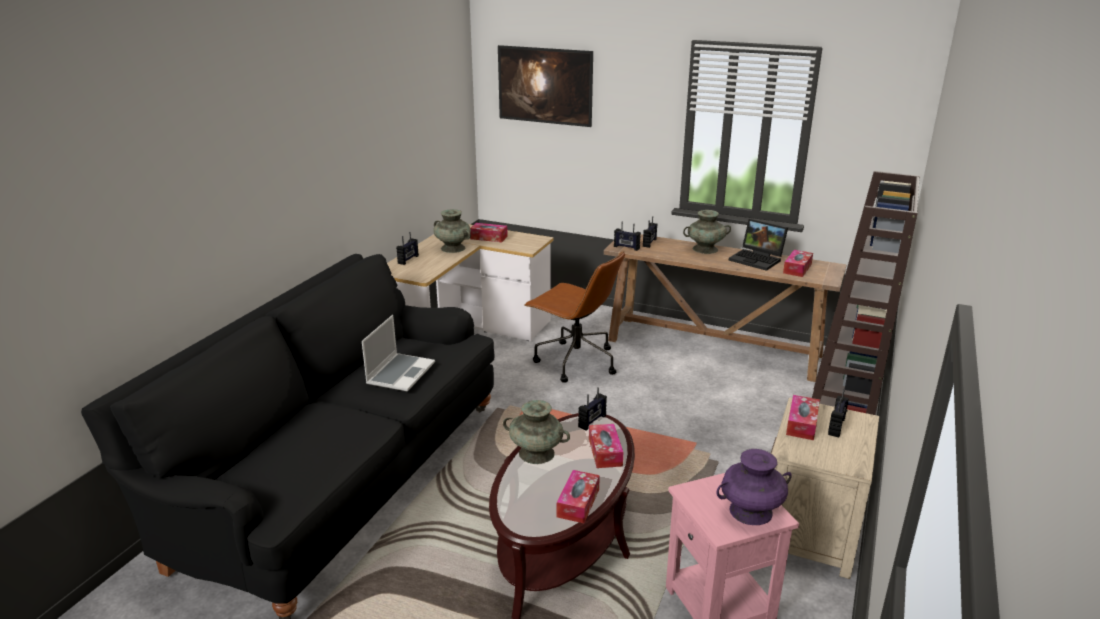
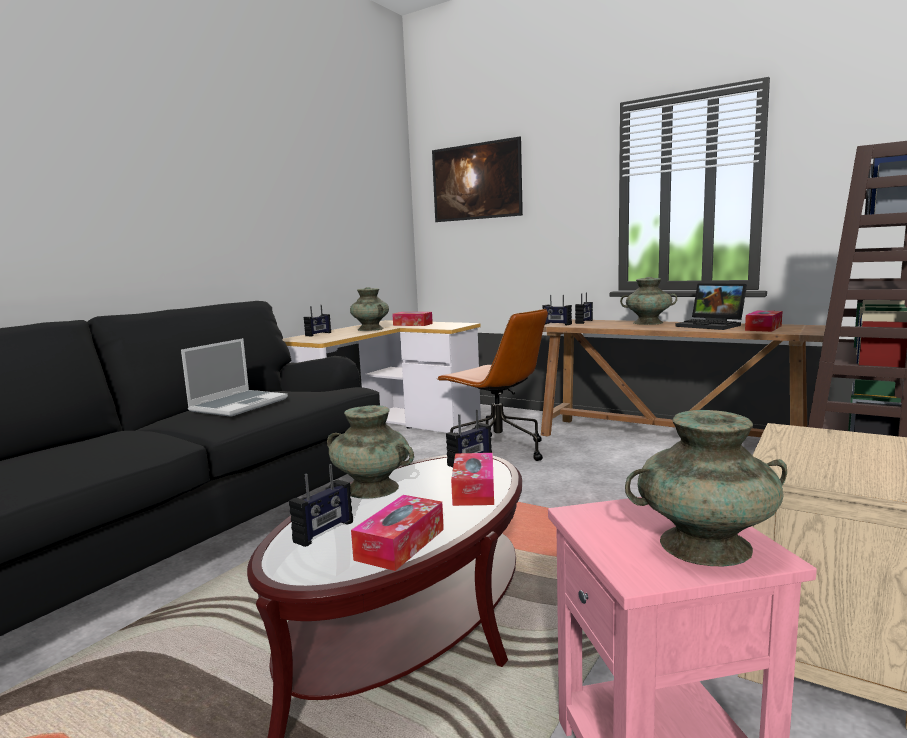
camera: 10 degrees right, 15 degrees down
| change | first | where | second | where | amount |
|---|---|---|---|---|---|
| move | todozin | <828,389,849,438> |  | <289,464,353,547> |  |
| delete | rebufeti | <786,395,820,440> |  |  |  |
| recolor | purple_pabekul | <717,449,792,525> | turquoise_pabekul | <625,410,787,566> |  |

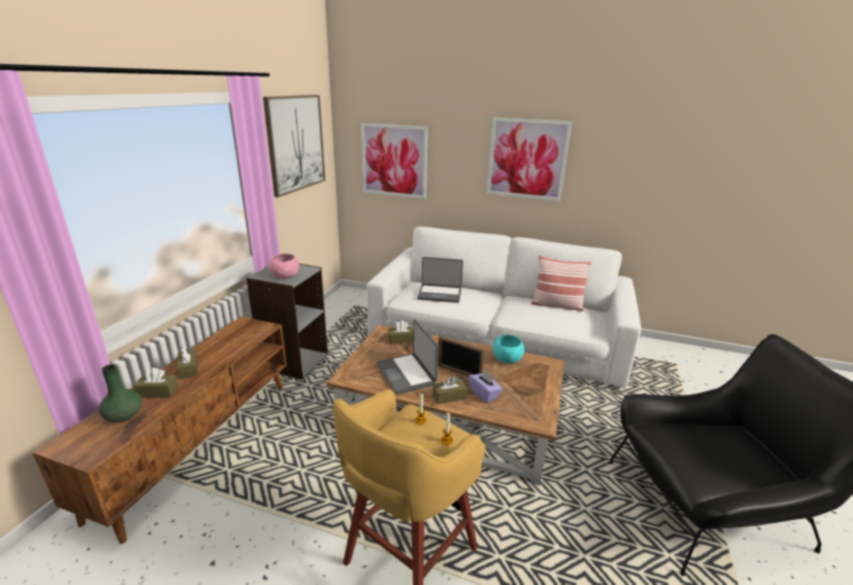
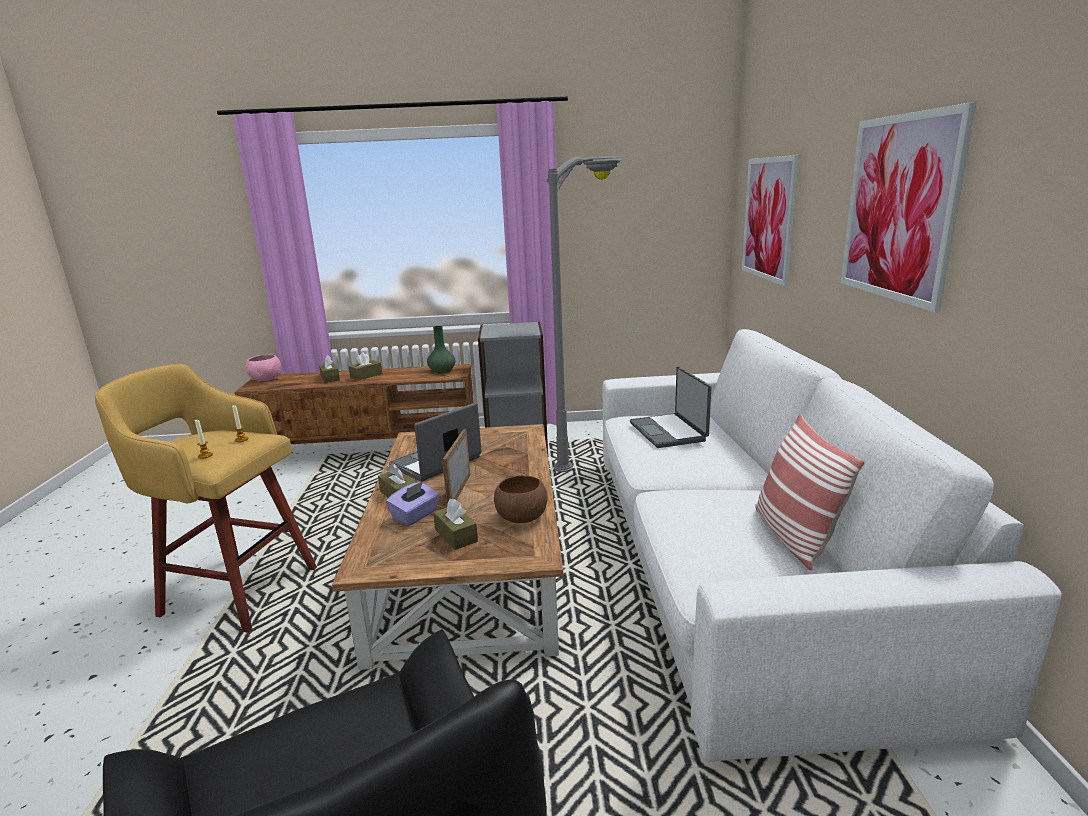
camera: 70 degrees right, 5 degrees down
| change | first | where | second | where | amount |
|---|---|---|---|---|---|
| delete | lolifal | <263,95,325,197> |  |  |  |
| move | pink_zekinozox | <268,254,299,279> |  | <245,355,281,381> |  |
| move | brown_rebufeti | <388,321,413,344> |  | <433,499,478,550> |  |
| recolor | turquoise_zekinozox | <493,335,524,363> | brown_zekinozox | <494,475,548,523> |  |
| move | green_pabekul | <99,364,142,422> |  | <427,326,456,373> |  |
| insert |  |  | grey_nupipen | <547,156,623,472> |  |

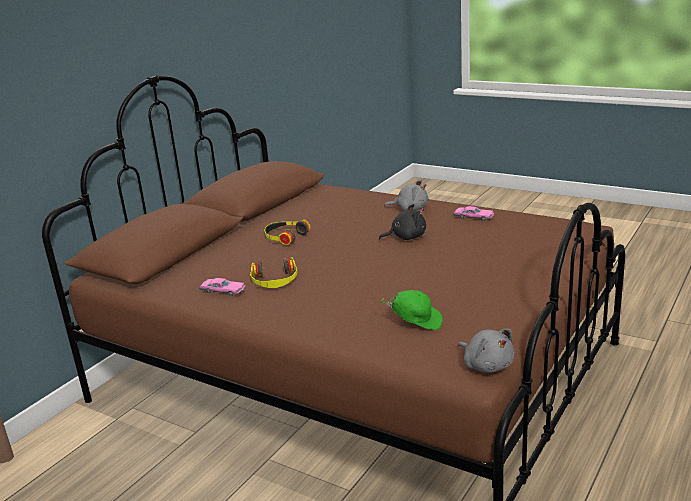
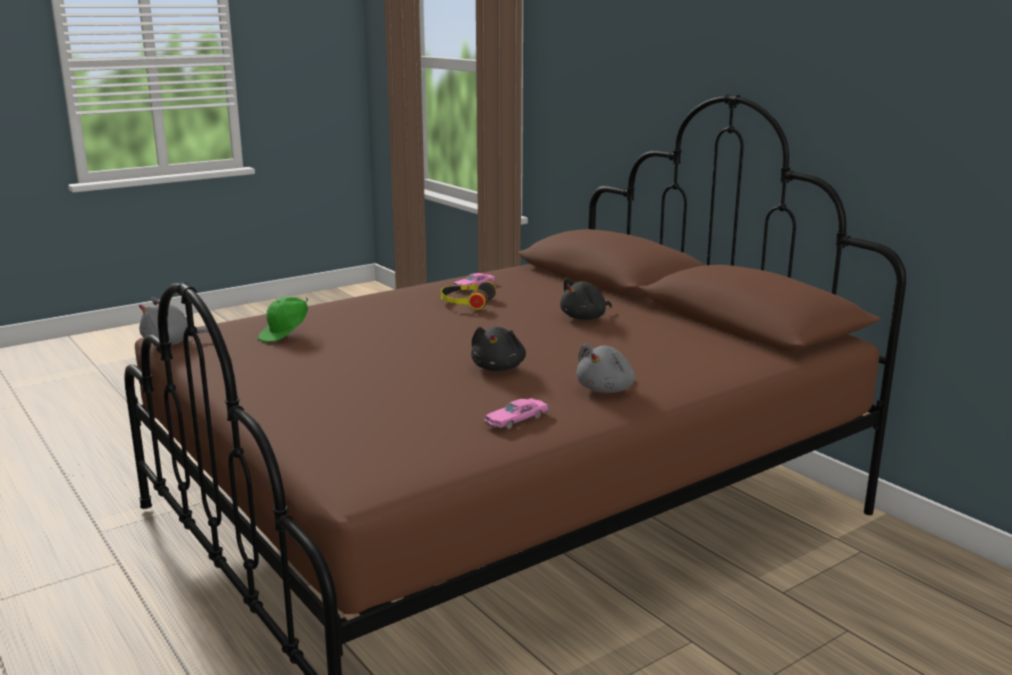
camera: 110 degrees right, 5 degrees down
| change | first | where | second | where | amount |
|---|---|---|---|---|---|
| replace | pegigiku | <264,220,310,245> | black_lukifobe | <560,278,612,320> |  |

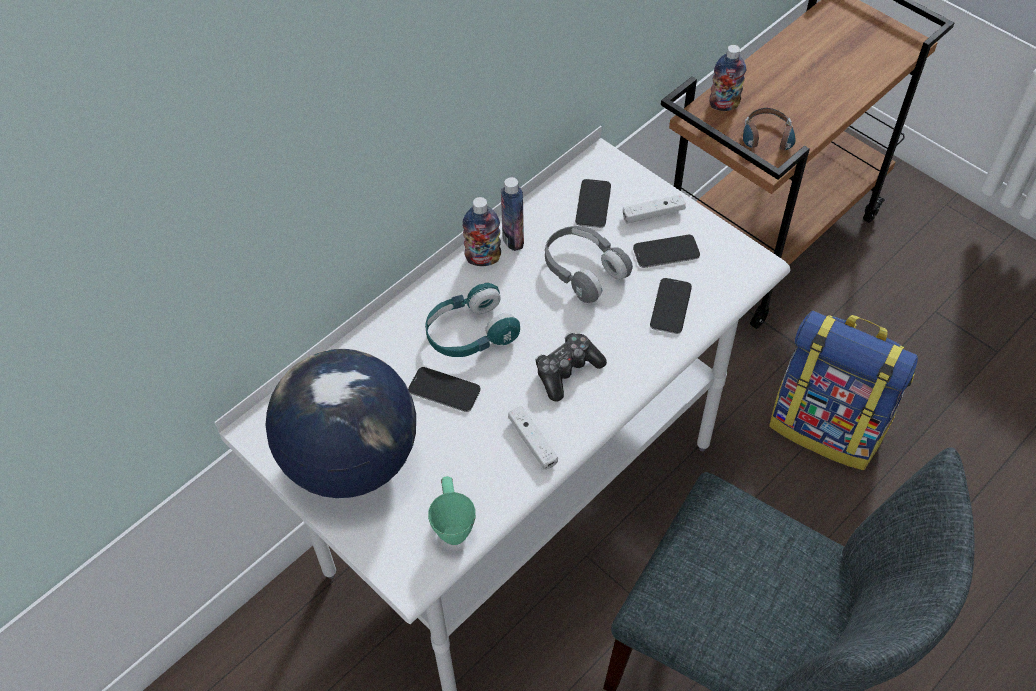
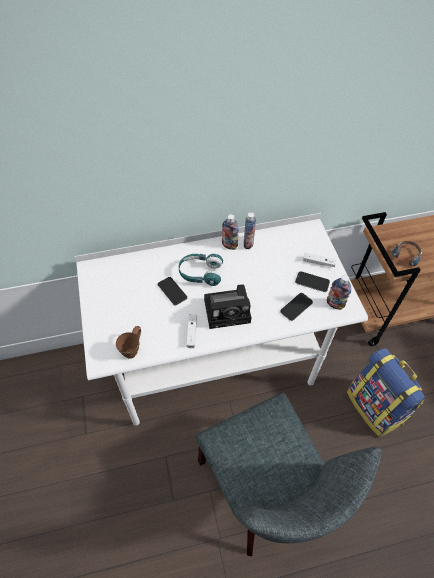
camera: 30 degrees right, 0 degrees up
| change | first | where | second | where | amount |
|---|---|---|---|---|---|
| move | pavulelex | <709,45,746,111> |  | <327,275,351,310> |  |
| delete | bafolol | <575,179,611,228> |  |  |  |
| delete | grey_pegigiku | <545,226,633,303> |  |  |  |
| replace | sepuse | <535,333,607,402> | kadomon | <204,284,251,329> |  |
| delete | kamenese | <266,349,416,498> |  |  |  |
| recolor | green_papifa | <428,476,476,545> | brown_papifa | <116,326,141,359> |  |

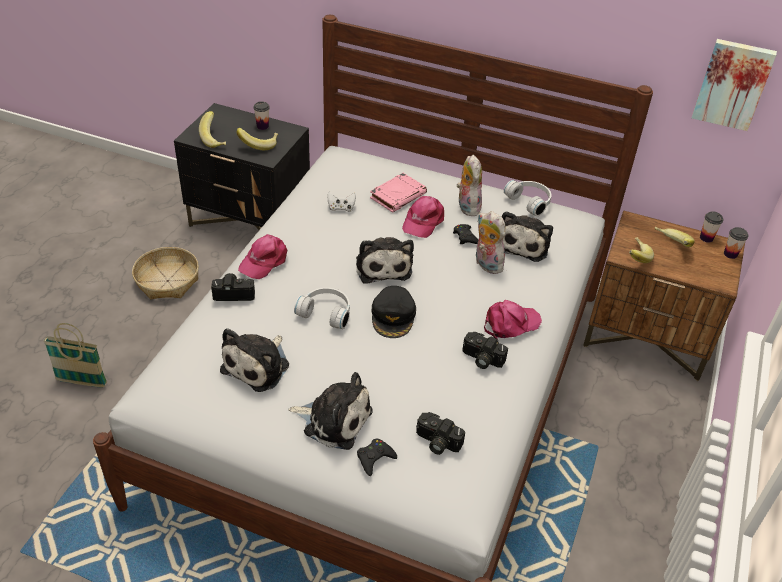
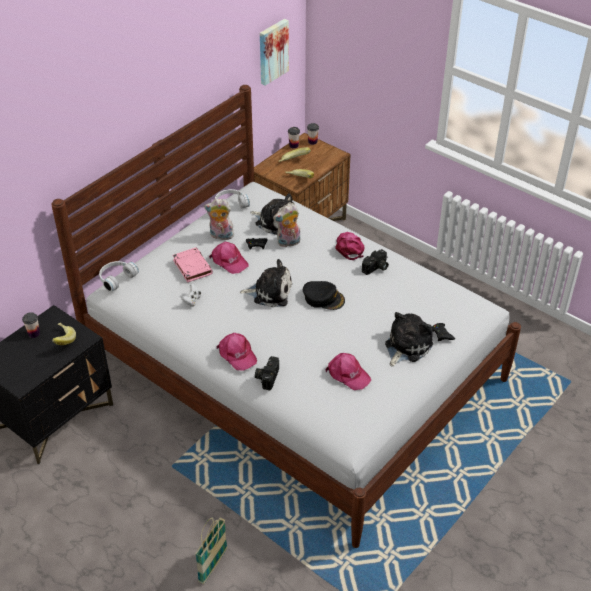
camera: 70 degrees left, 0 degrees up
| change | first | where | second | where | amount |
|---|---|---|---|---|---|
| delete | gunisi | <199,111,226,148> |  |  |  |
| delete | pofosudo | <132,247,199,299> |  |  |  |
| move | white_pegigiku | <294,287,350,329> |  | <99,261,139,292> |  |
| replace | lukifobe | <220,328,289,392> | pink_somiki | <325,353,371,390> |  |
| delete | kadomon | <416,412,465,455> |  |  |  |

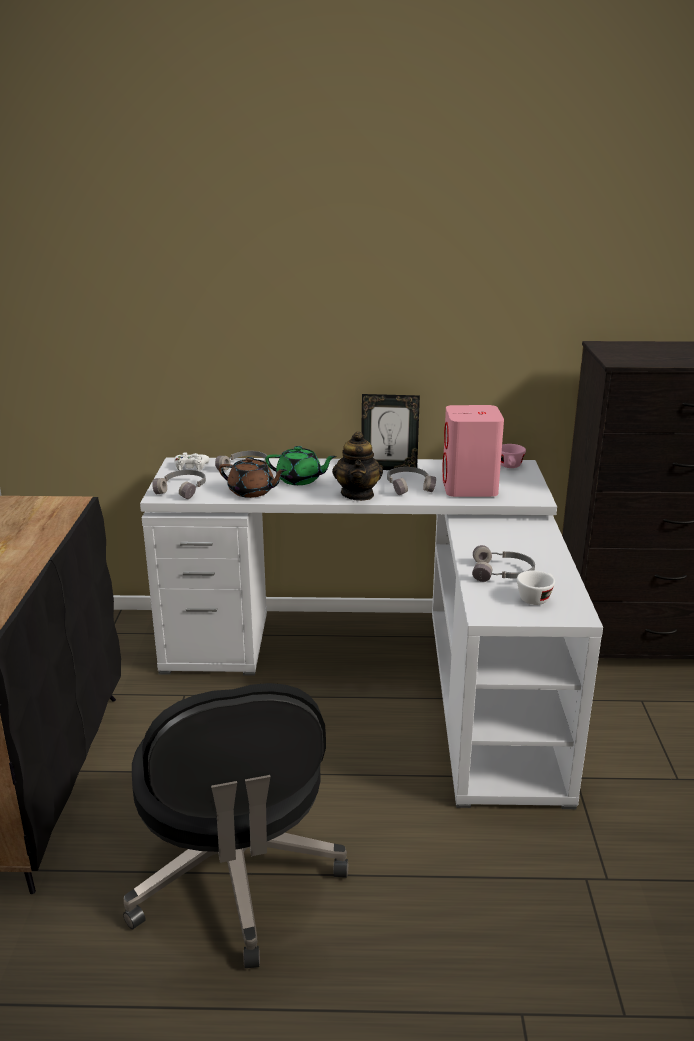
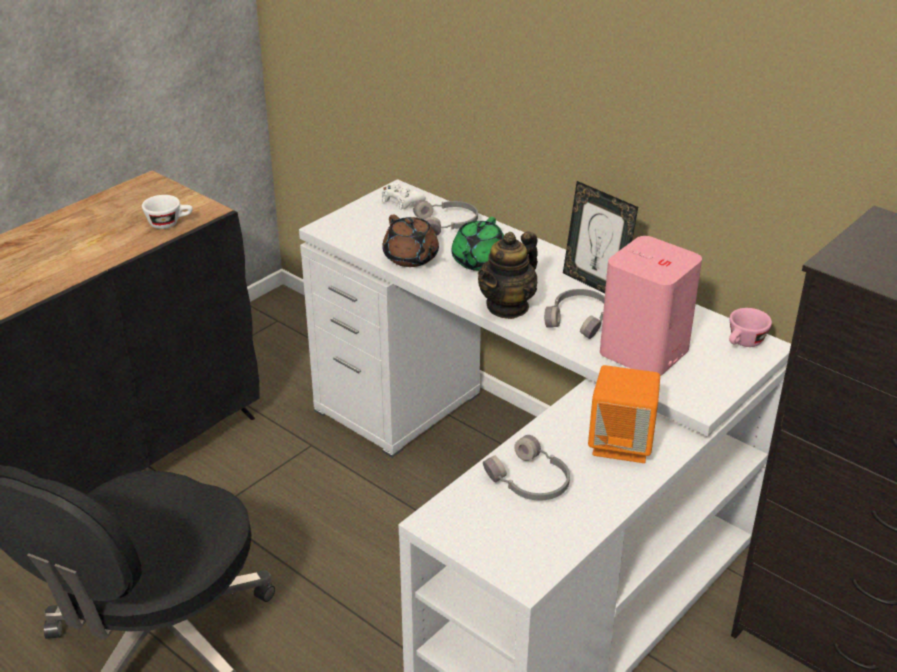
camera: 40 degrees right, 10 degrees up
| change | first | where | second | where | amount |
|---|---|---|---|---|---|
| rotate | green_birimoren | <265,446,337,485> |  | <451,217,504,271> | 60 degrees clockwise |
| delete | grey_pegigiku | <152,470,206,499> |  |  |  |
| move | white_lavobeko | <517,570,555,605> |  | <142,195,193,229> |  |
| insert |  |  | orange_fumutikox | <588,365,660,463> |  |

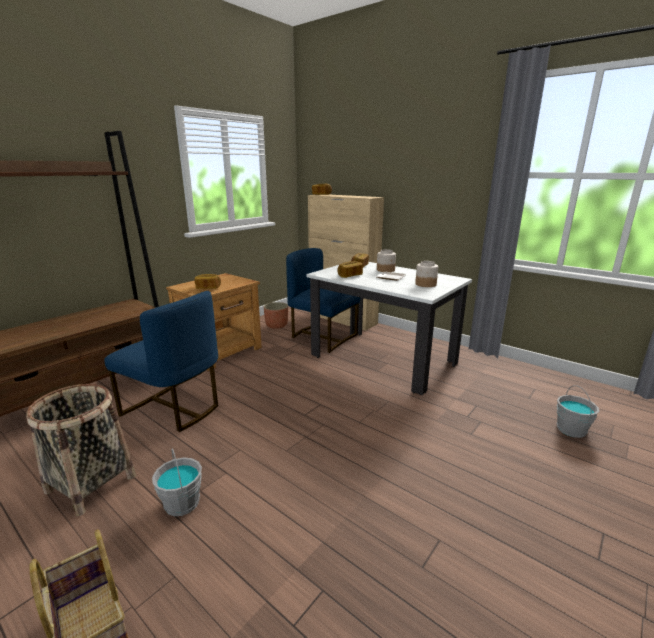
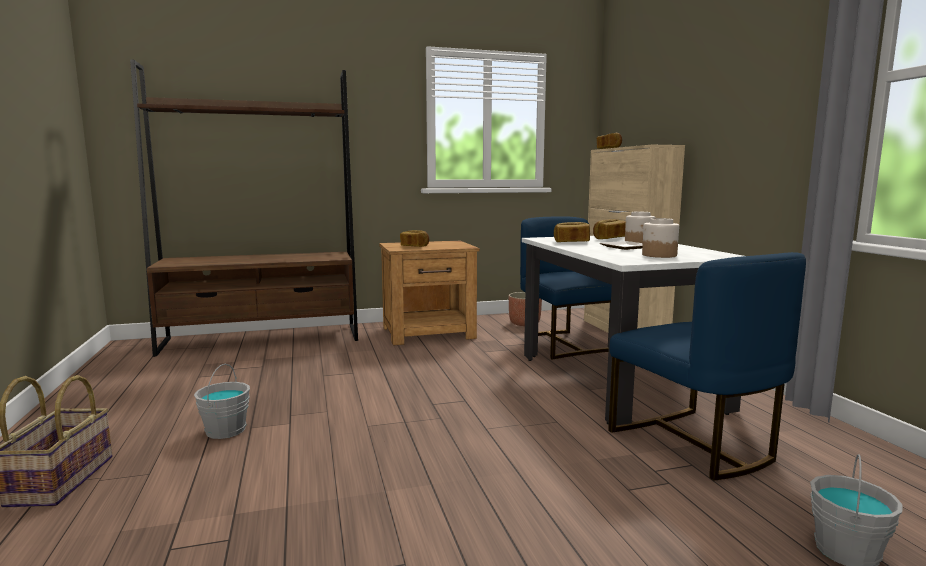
camera: 35 degrees right, 10 degrees down
| change | first | where | second | where | amount |
|---|---|---|---|---|---|
| move | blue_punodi | <104,291,218,432> |  | <608,252,806,480> |  |
| delete | pofosudo | <26,384,136,516> |  |  |  |

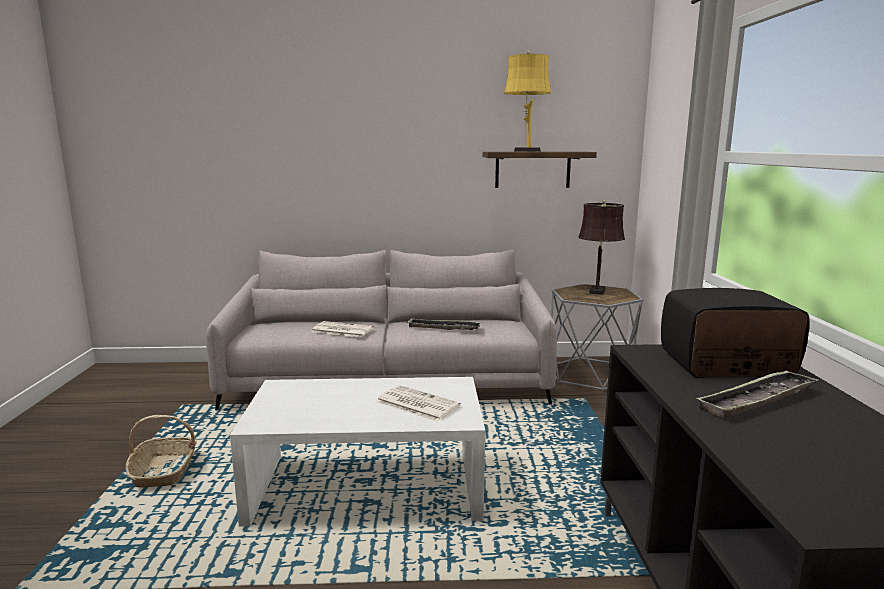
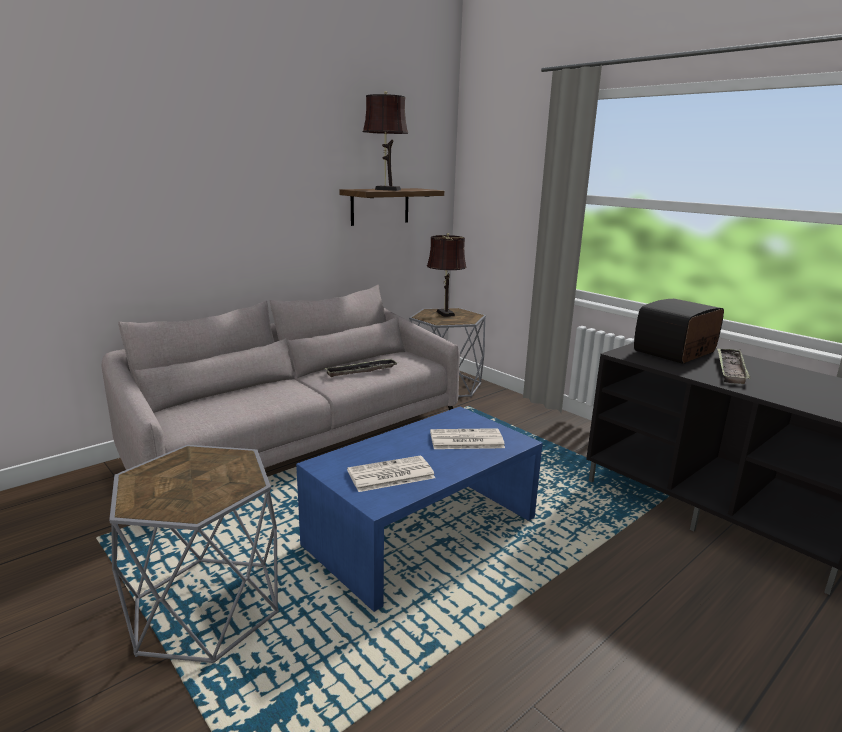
camera: 40 degrees left, 5 degrees up
| change | first | where | second | where | amount |
|---|---|---|---|---|---|
| recolor | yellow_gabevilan | <504,51,551,152> | brown_gabevilan | <363,91,408,191> |  |
| move | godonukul | <311,321,374,337> |  | <347,455,435,492> |  |
| recolor | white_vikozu | <230,377,485,526> | blue_vikozu | <296,407,543,612> |  |
| replace | pofosudo | <126,415,197,487> | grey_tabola | <109,445,279,663> |  |

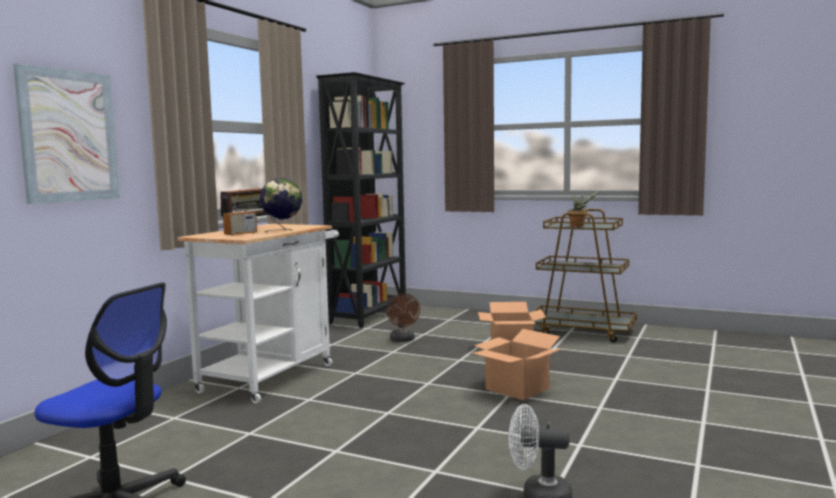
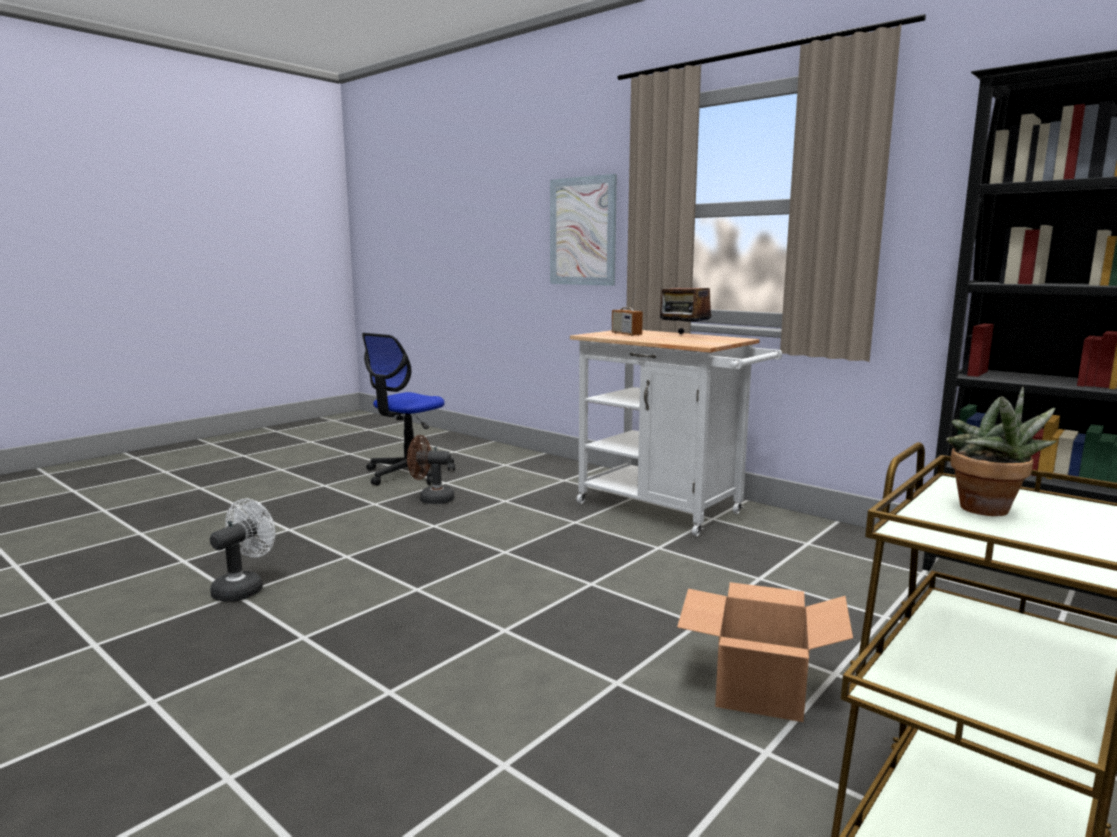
camera: 105 degrees right, 5 degrees up
| change | first | where | second | where | amount |
|---|---|---|---|---|---|
| delete | kamenese | <260,178,302,232> |  |  |  |
| move | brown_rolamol | <387,294,420,342> |  | <407,435,454,504> |  |
| delete | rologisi | <472,329,561,400> |  |  |  |

